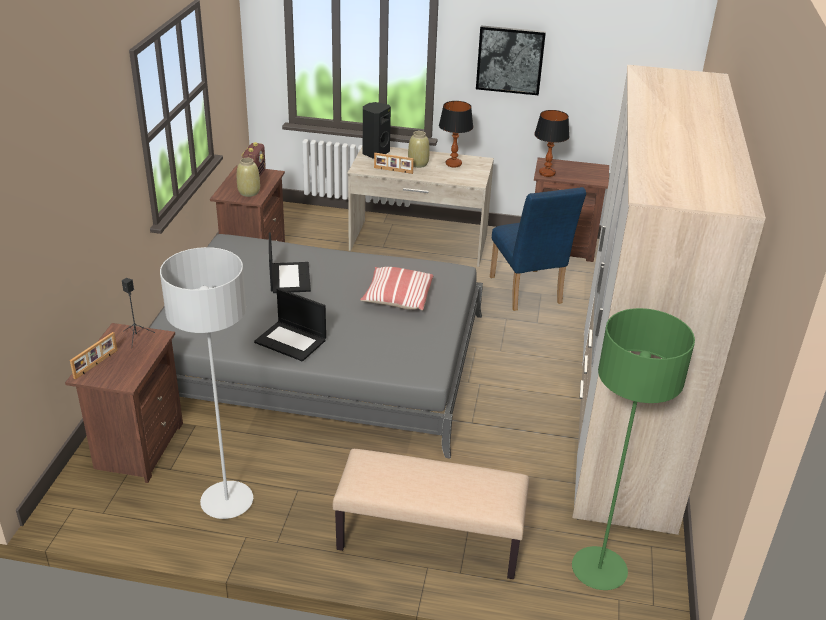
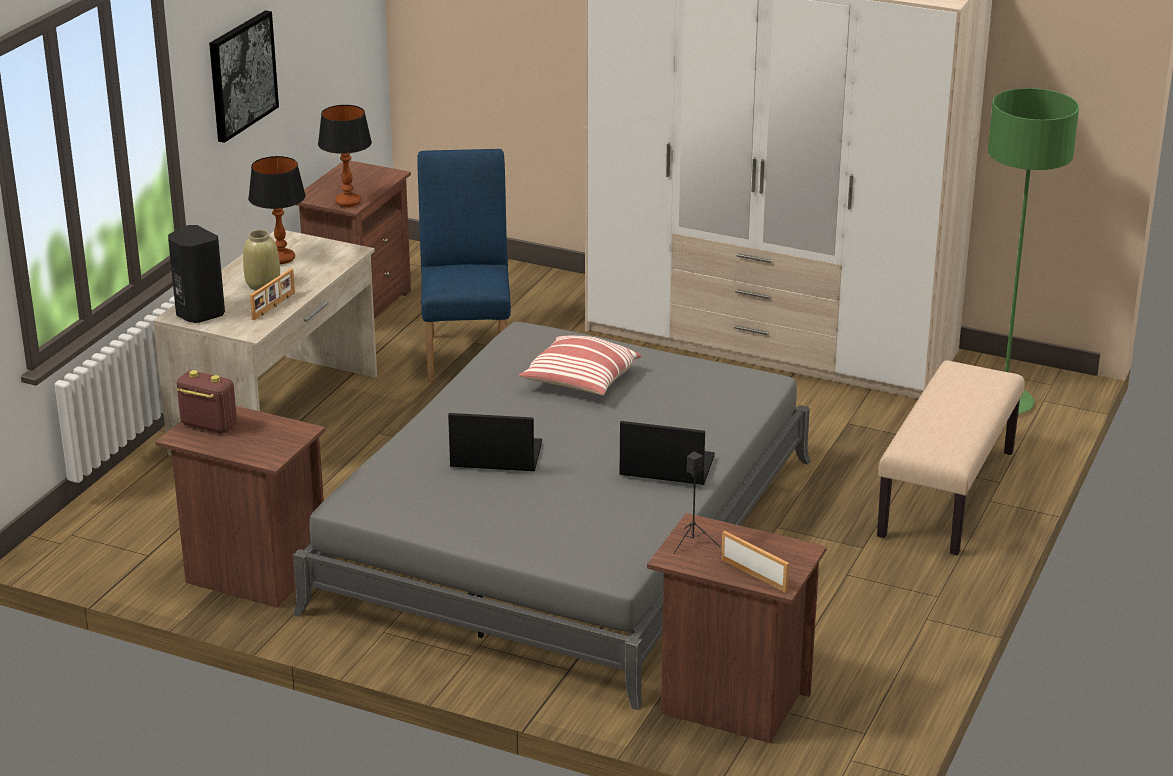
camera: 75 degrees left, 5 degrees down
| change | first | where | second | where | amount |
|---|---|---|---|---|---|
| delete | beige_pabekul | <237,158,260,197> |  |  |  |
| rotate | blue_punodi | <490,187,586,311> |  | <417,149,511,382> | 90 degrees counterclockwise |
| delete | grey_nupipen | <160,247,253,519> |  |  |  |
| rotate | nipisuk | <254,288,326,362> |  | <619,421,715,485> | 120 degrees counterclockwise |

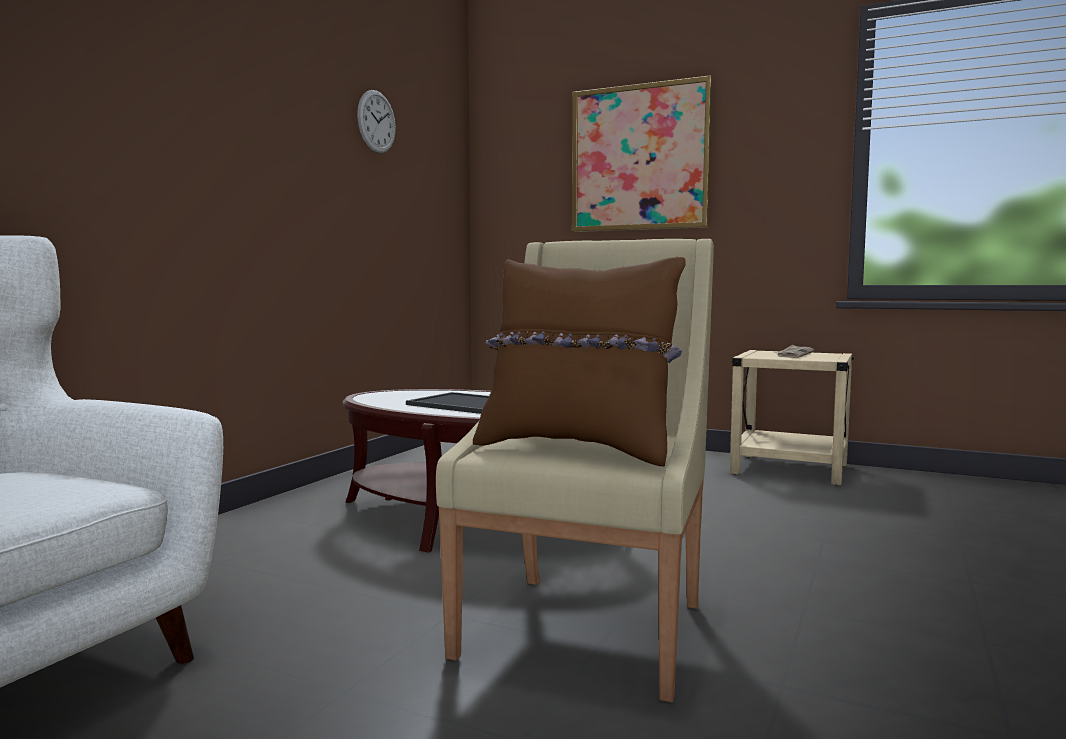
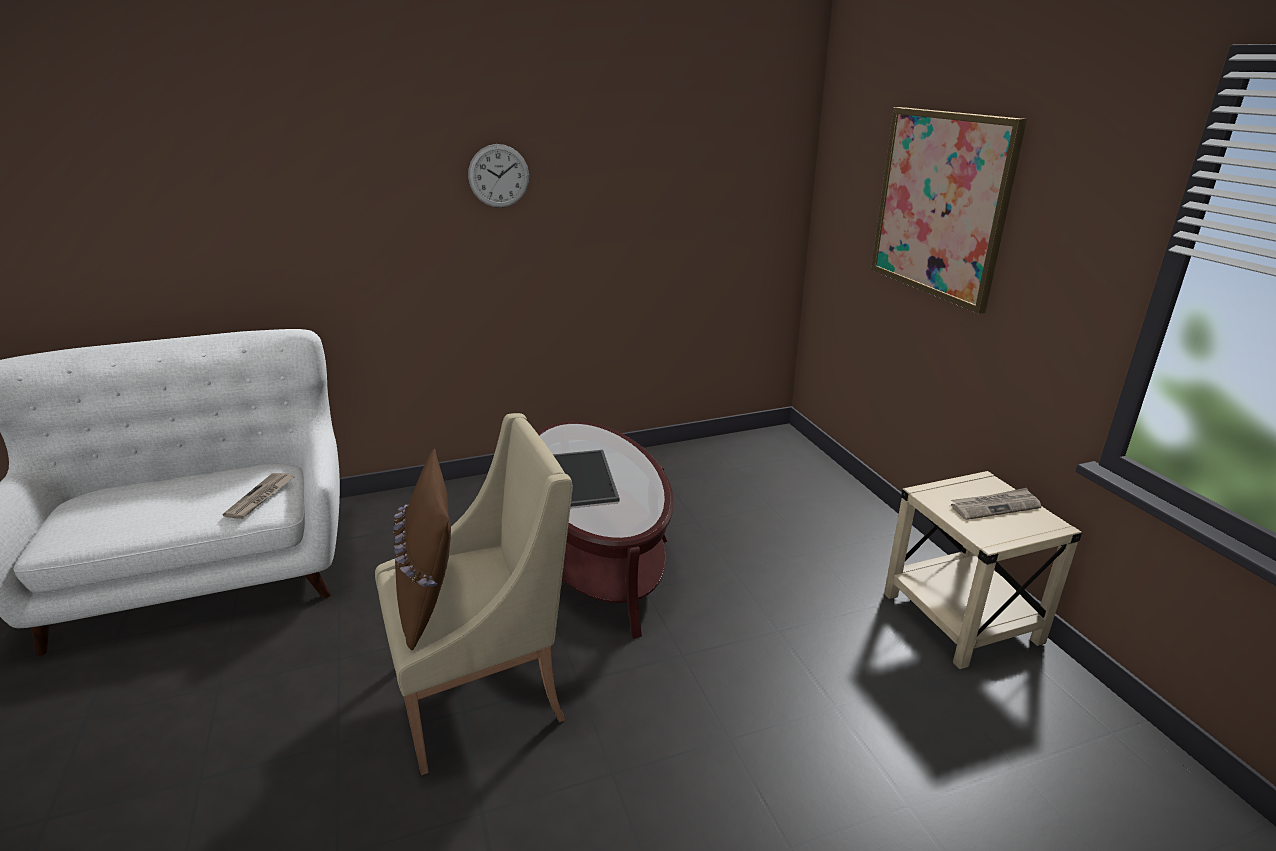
camera: 45 degrees right, 20 degrees up
| change | first | where | second | where | amount |
|---|---|---|---|---|---|
| move | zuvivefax | <357,90,396,153> |  | <468,144,529,208> |  |
| insert |  |  | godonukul | <223,473,294,519> |  |

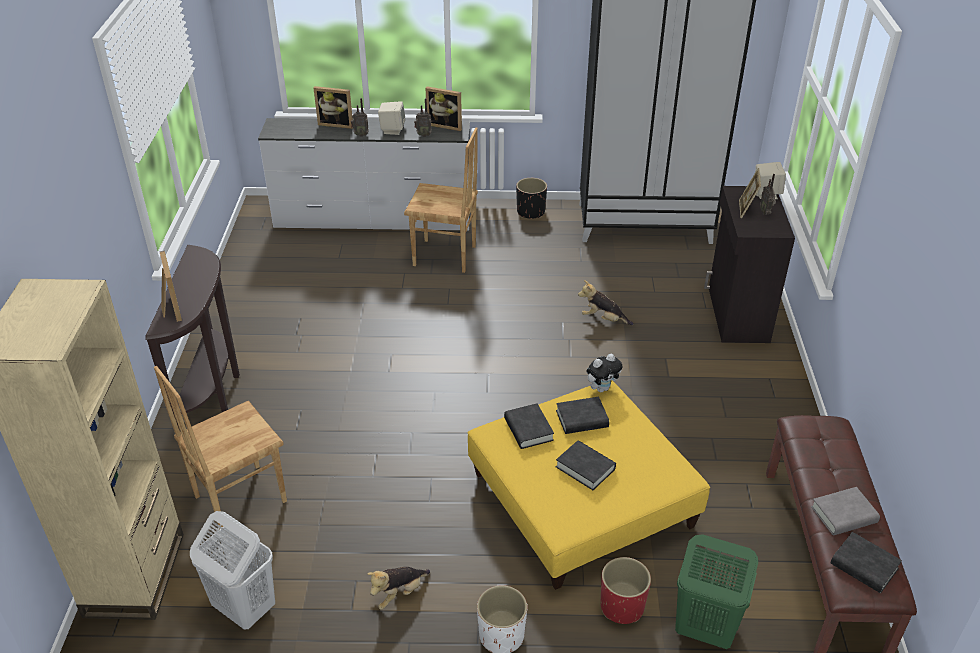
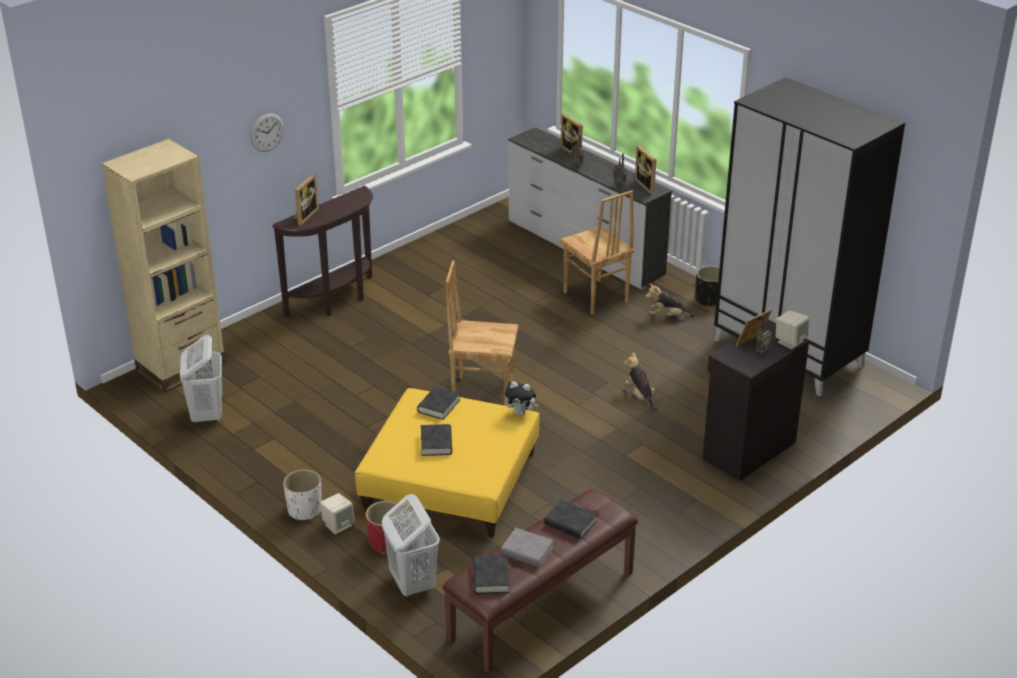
camera: 45 degrees right, 5 degrees down
| change | first | where | second | where | amount |
|---|---|---|---|---|---|
| move | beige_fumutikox | <378,101,406,135> |  | <320,493,355,534> |  |
| move | brown_punodi | <154,366,287,527> |  | <446,260,518,406> |  |
| move | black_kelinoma | <556,397,609,434> |  | <544,500,597,539> |  |
| recolor | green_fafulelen | <675,534,758,649> | white_fafulelen | <382,494,440,597> |  |
| move | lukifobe | <368,567,430,610> |  | <645,283,695,317> |  |
| insert |  |  | zuvivefax | <250,113,284,152> |  |

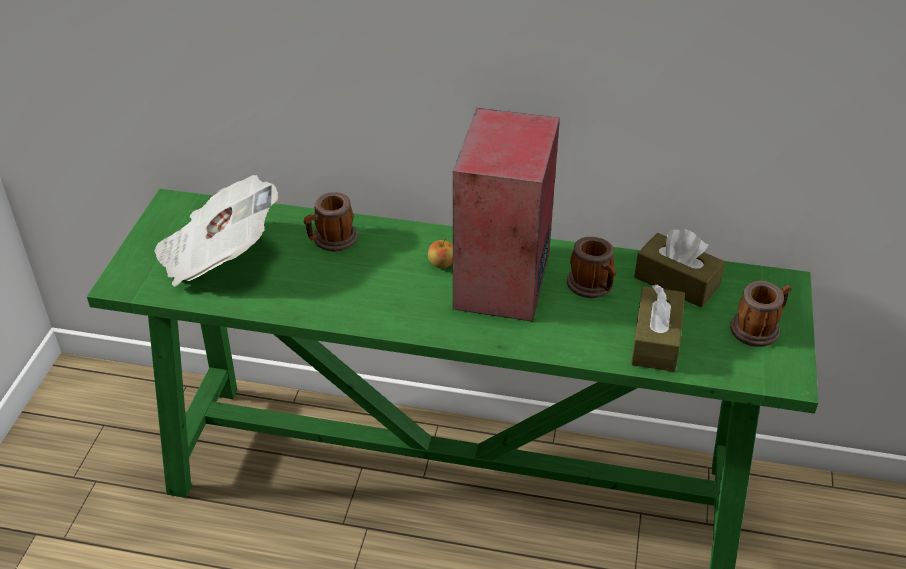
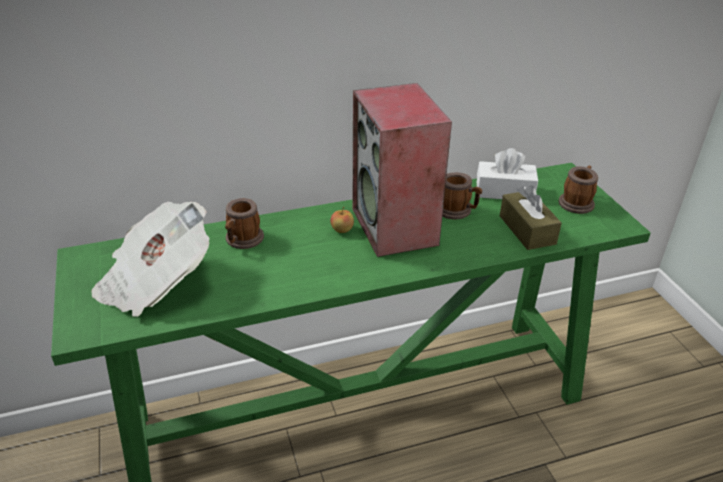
camera: 30 degrees left, 5 degrees down
| change | first | where | second | where | amount |
|---|---|---|---|---|---|
| recolor | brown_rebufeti | <634,229,725,308> | white_rebufeti | <477,148,538,199> |  |

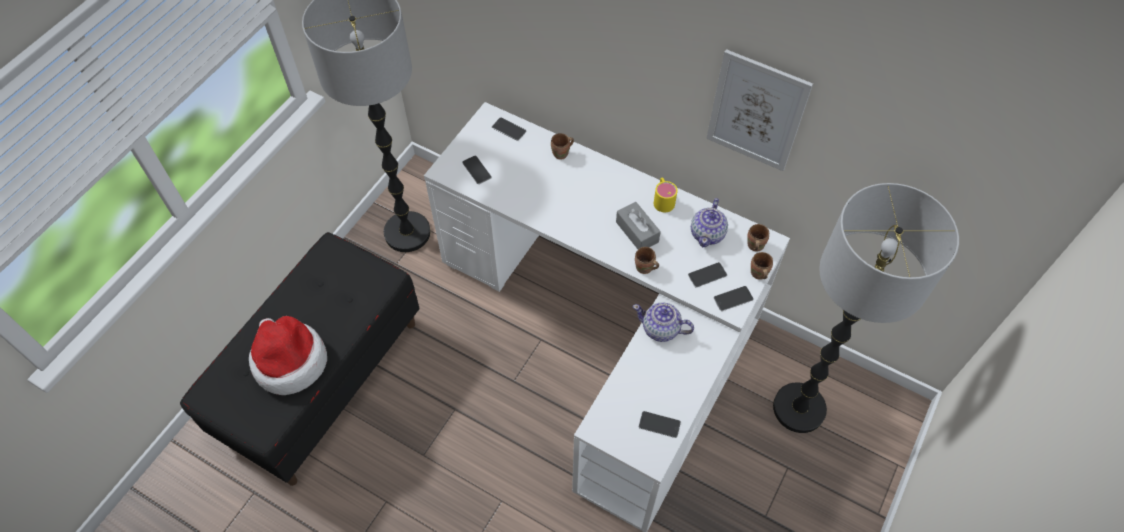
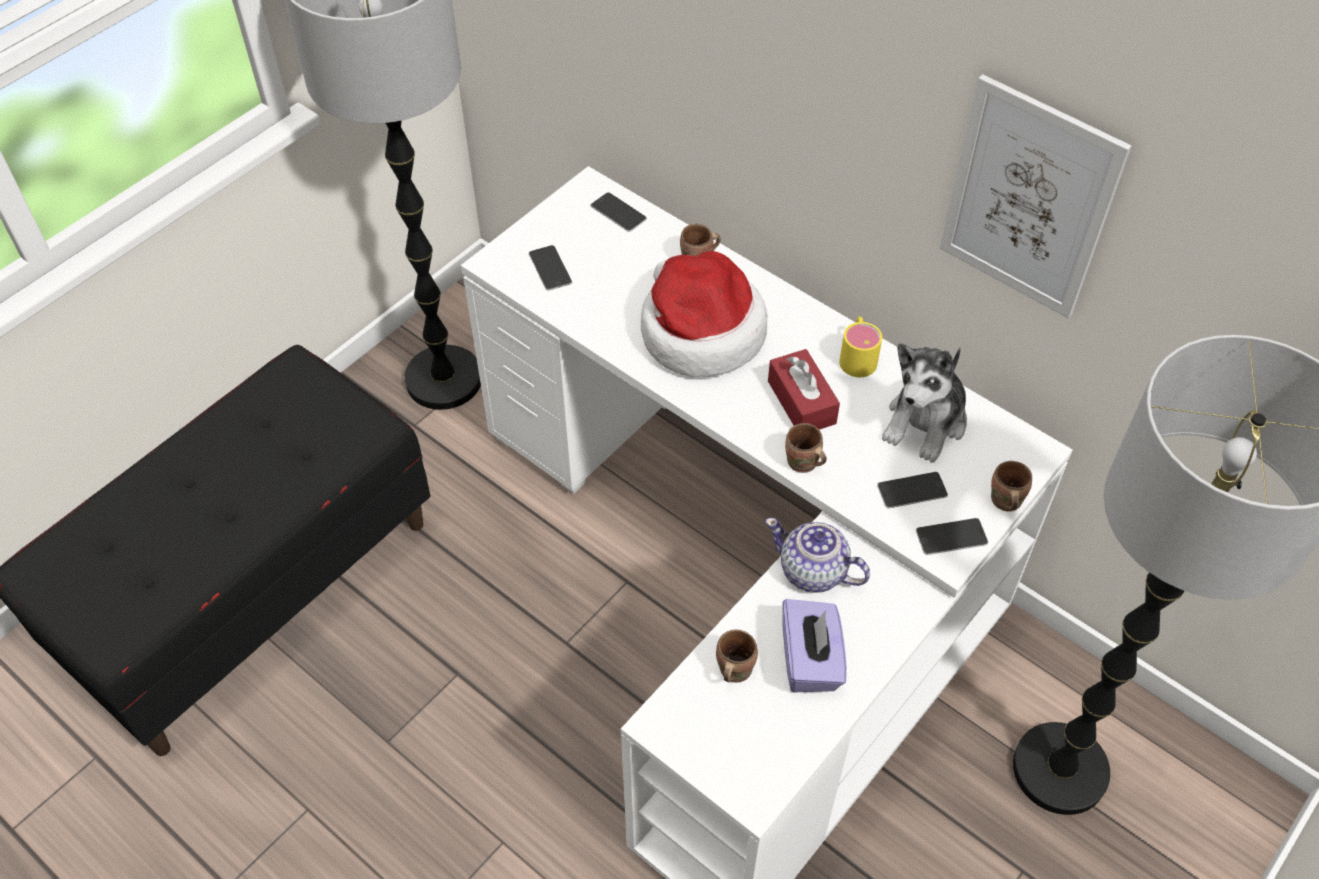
camera: 10 degrees right, 5 degrees down
| change | first | where | second | where | amount |
|---|---|---|---|---|---|
| replace | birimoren | <691,198,728,247> | lukifobe | <882,343,967,463> |  |
| recolor | grey_rebufeti | <616,202,661,249> | red_rebufeti | <768,349,840,430> |  |
| move | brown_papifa | <747,224,769,252> |  | <716,630,758,682> |  |
| move | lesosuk | <249,316,327,395> |  | <641,251,767,377> |  |
| delete | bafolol | <639,411,681,438> |  |  |  |
| insert |  |  | purple_rebufeti | <783,599,847,692> |  |

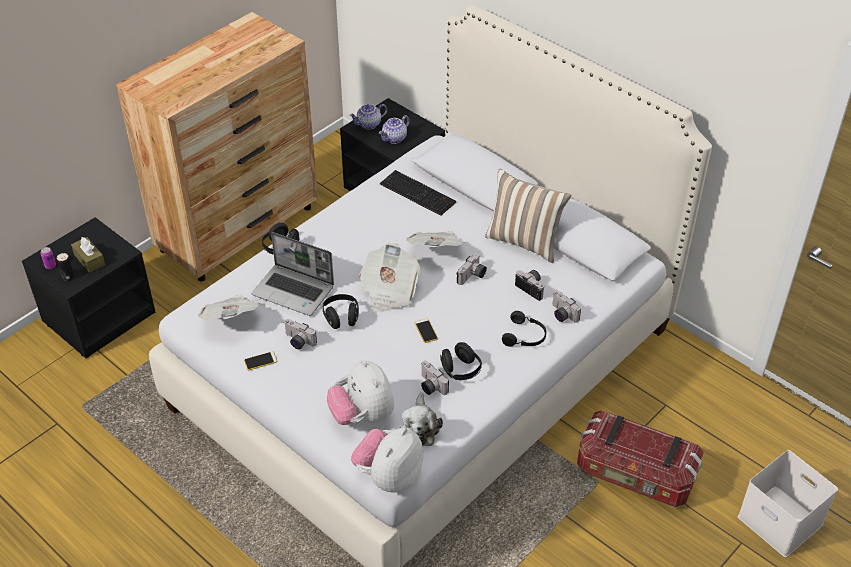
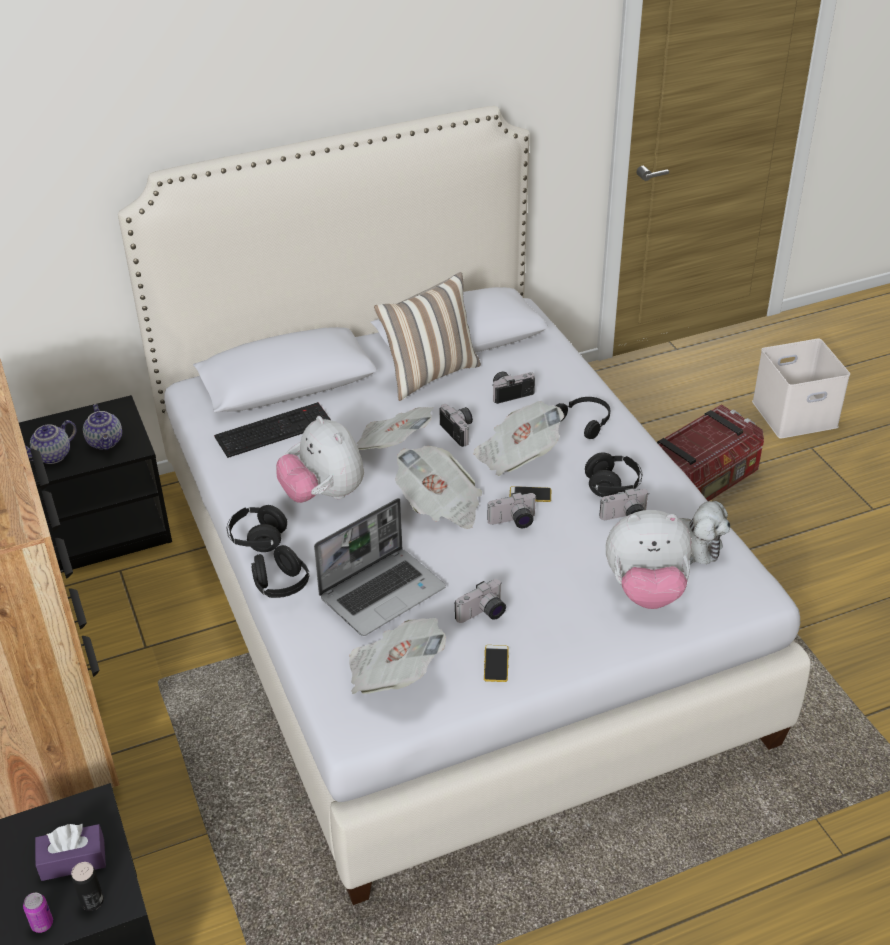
camera: 65 degrees left, 5 degrees down
| change | first | where | second | where | amount |
|---|---|---|---|---|---|
| rotate | birimoren | <349,104,387,130> |  | <25,420,77,464> | 45 degrees clockwise |
| recolor | brown_rebufeti | <71,237,105,273> | purple_rebufeti | <35,823,106,881> |  |
| move | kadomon | <553,291,581,323> |  | <488,492,537,528> |  |
| move | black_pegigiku | <322,294,359,329> |  | <227,505,287,552> |  |
| move | lukifobe | <351,428,424,492> |  | <276,416,364,503> |  |
| insert |  |  | godonukul | <474,401,564,476> |  |

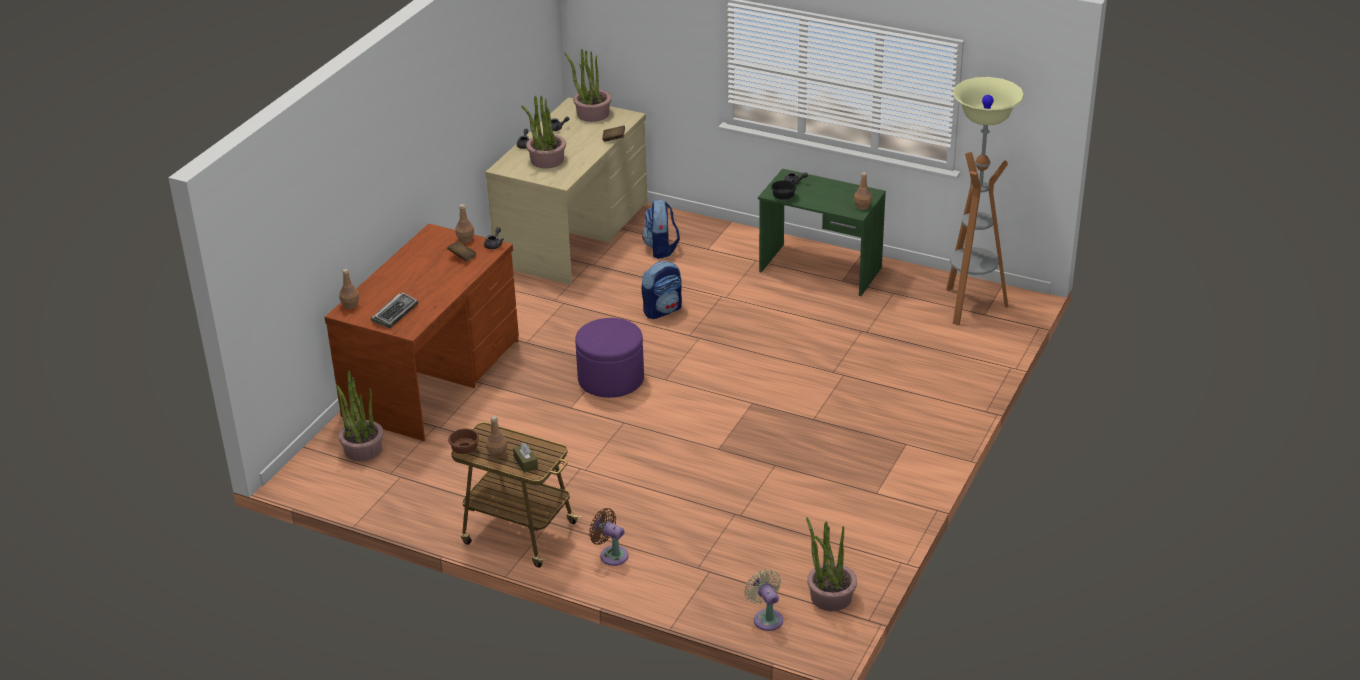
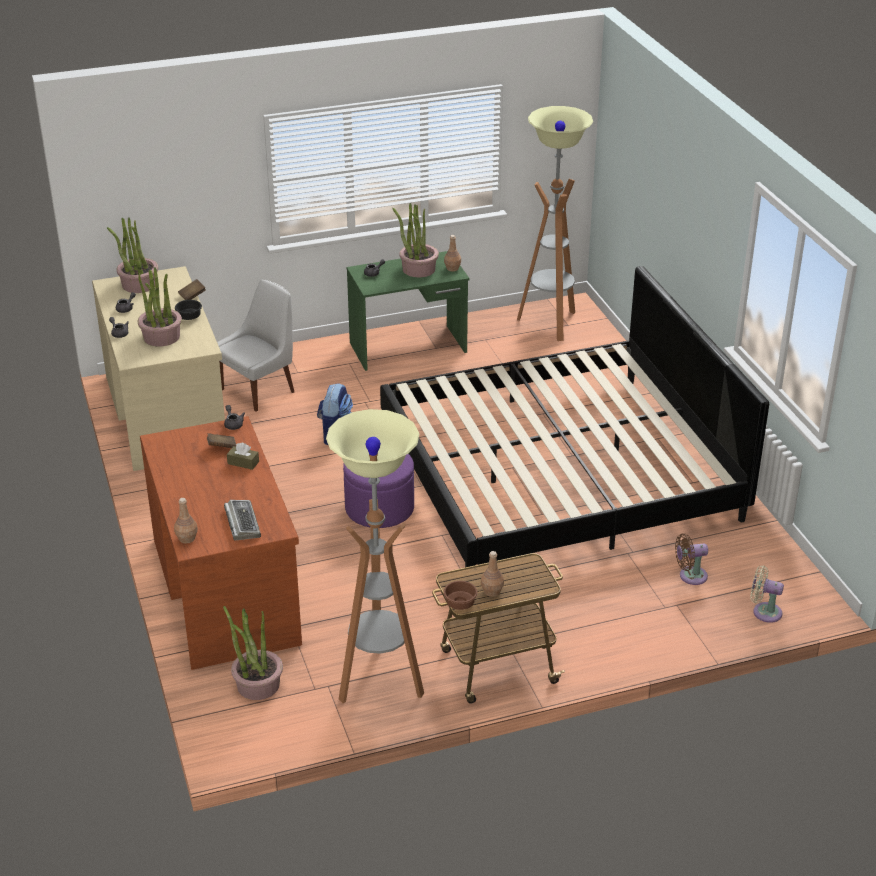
camera: 45 degrees left, 0 degrees up
| change | first | where | second | where | amount |
|---|---|---|---|---|---|
| move | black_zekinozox | <771,180,797,199> |  | <175,300,202,320> |  |
| replace | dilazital | <642,199,680,259> | white_punodi | <217,279,294,412> |  |
| delete | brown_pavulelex | <455,204,474,243> |  |  |  |
| move | brown_rebufeti | <513,443,538,473> |  | <227,442,259,470> |  |
| move | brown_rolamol | <589,508,629,566> |  | <675,533,708,585> |  |
| move | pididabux | <806,517,857,611> |  | <392,203,439,277> |  |
| insert |  |  | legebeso | <380,266,769,568> |  |
| insert |  |  | nupipen | <326,409,424,703> |  |

